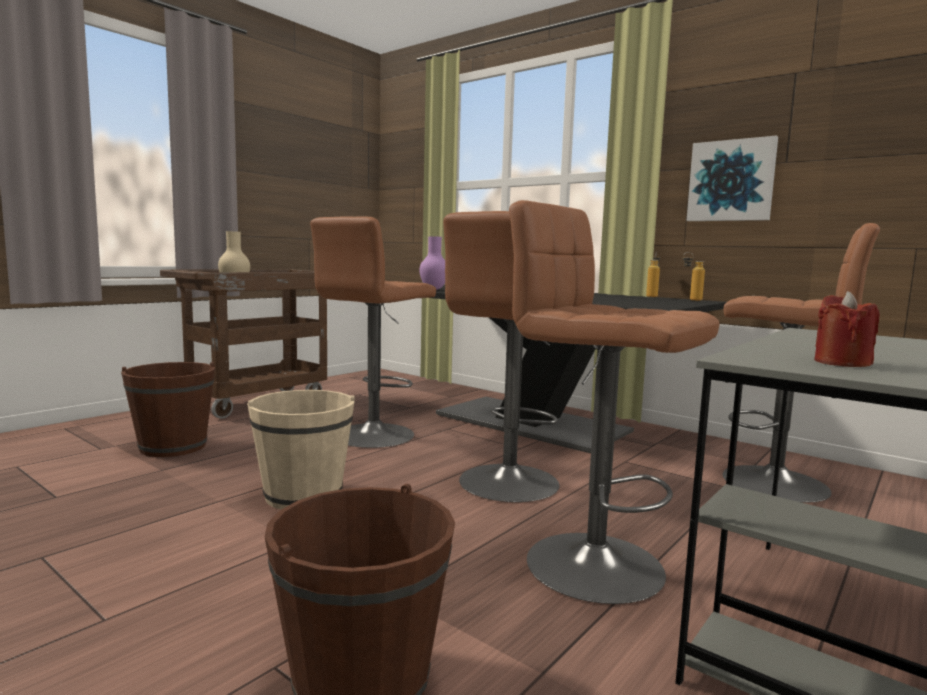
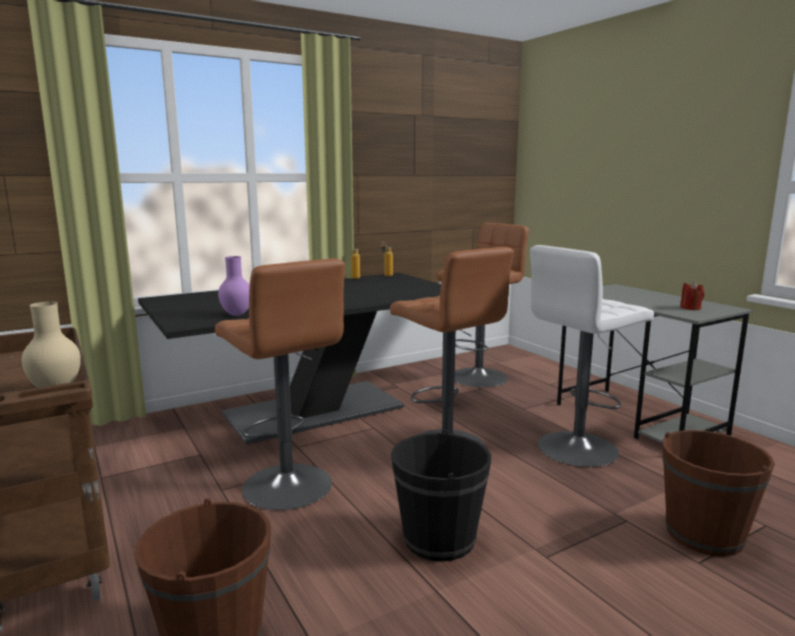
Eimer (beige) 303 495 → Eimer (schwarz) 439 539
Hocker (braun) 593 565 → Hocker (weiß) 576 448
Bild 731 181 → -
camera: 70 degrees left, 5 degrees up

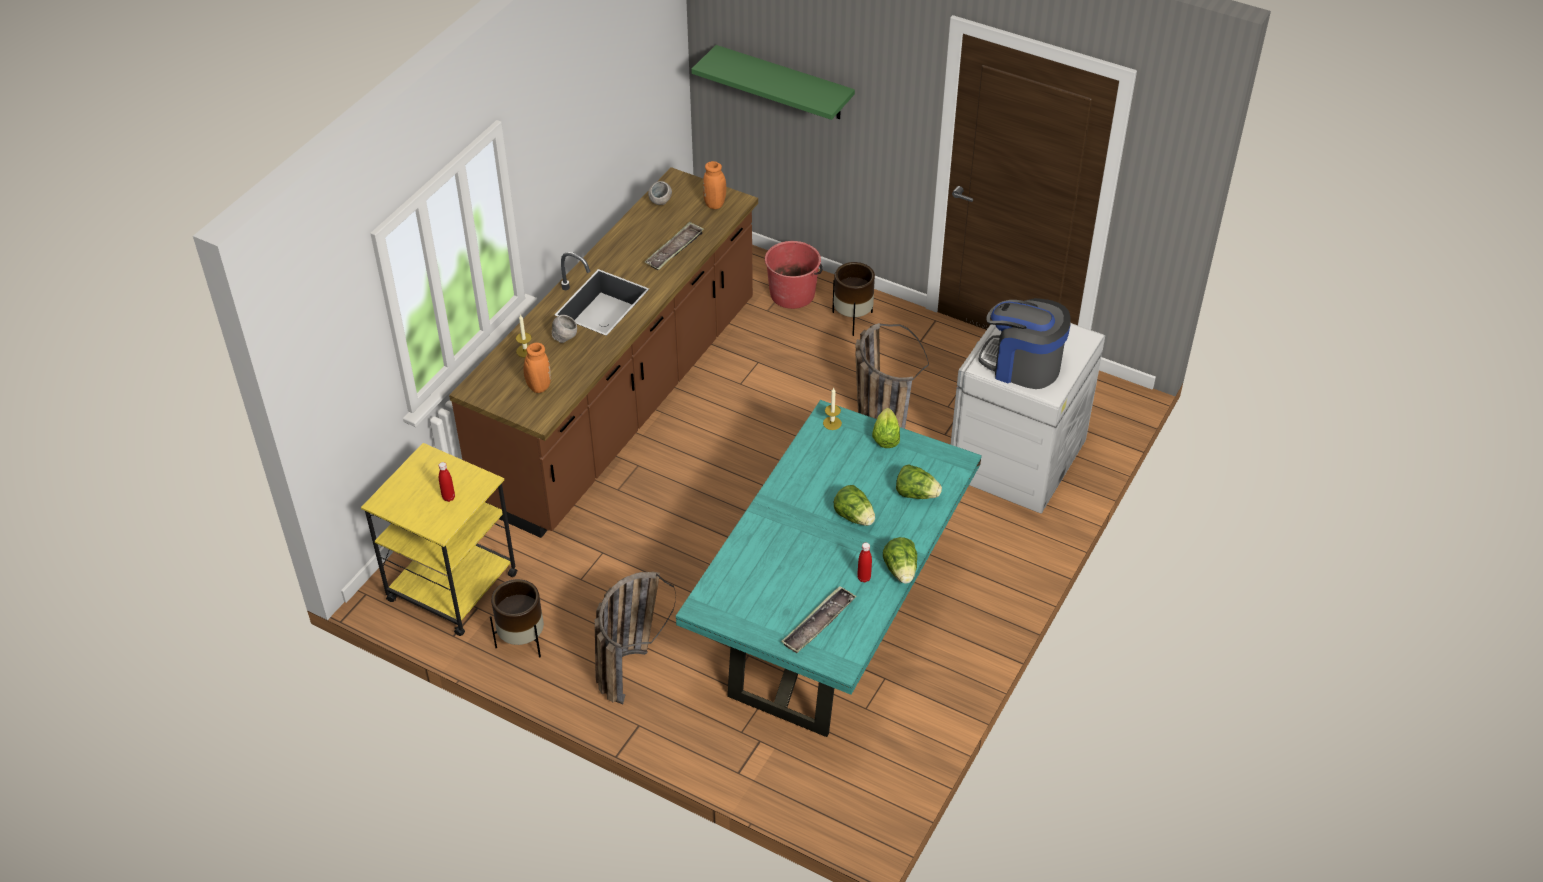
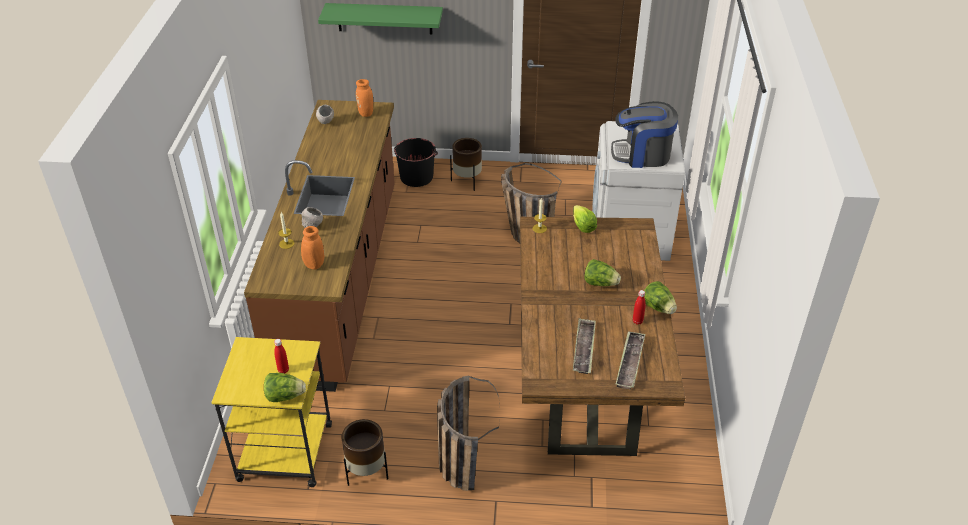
Tablett 675 250 → Tablett 584 349, move
Esstisch (türkis) 831 626 → Esstisch (braun) 586 379
Eimer (rot) 793 294 → Eimer (schwarz) 416 177
Salatkopf 916 494 → Salatkopf 285 396, move
camera: 25 degrees left, 5 degrees down

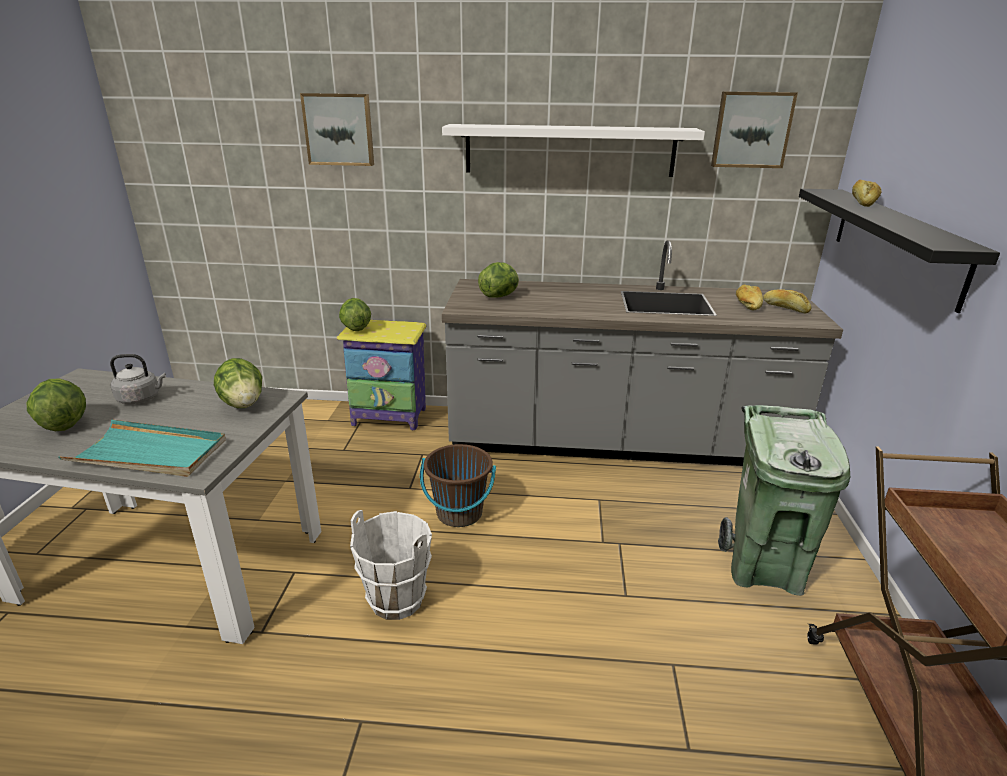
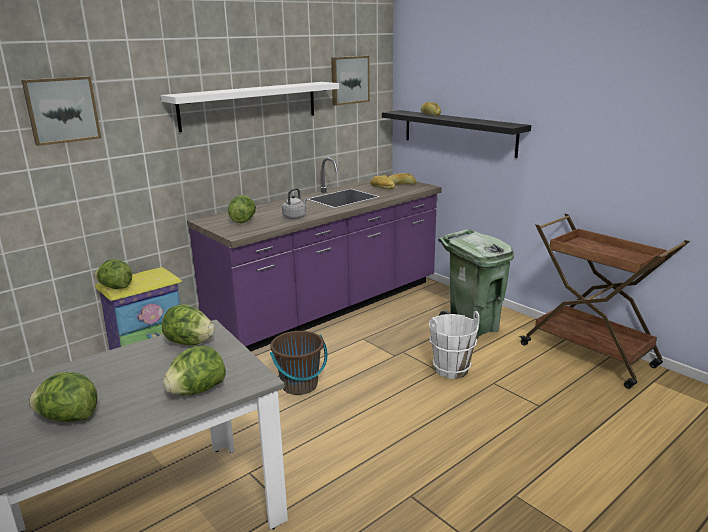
Tablett (türkis) 149 453 → Salatkopf 197 391
Wasserkessel (grau) 141 398 → Wasserkessel (grau) 295 217, move
Eimer (weiß) 397 599 → Eimer (weiß) 451 369, move
Küchenzeile (grau) 616 443 → Küchenzeile (lila) 328 308
camera: 45 degrees left, 5 degrees down

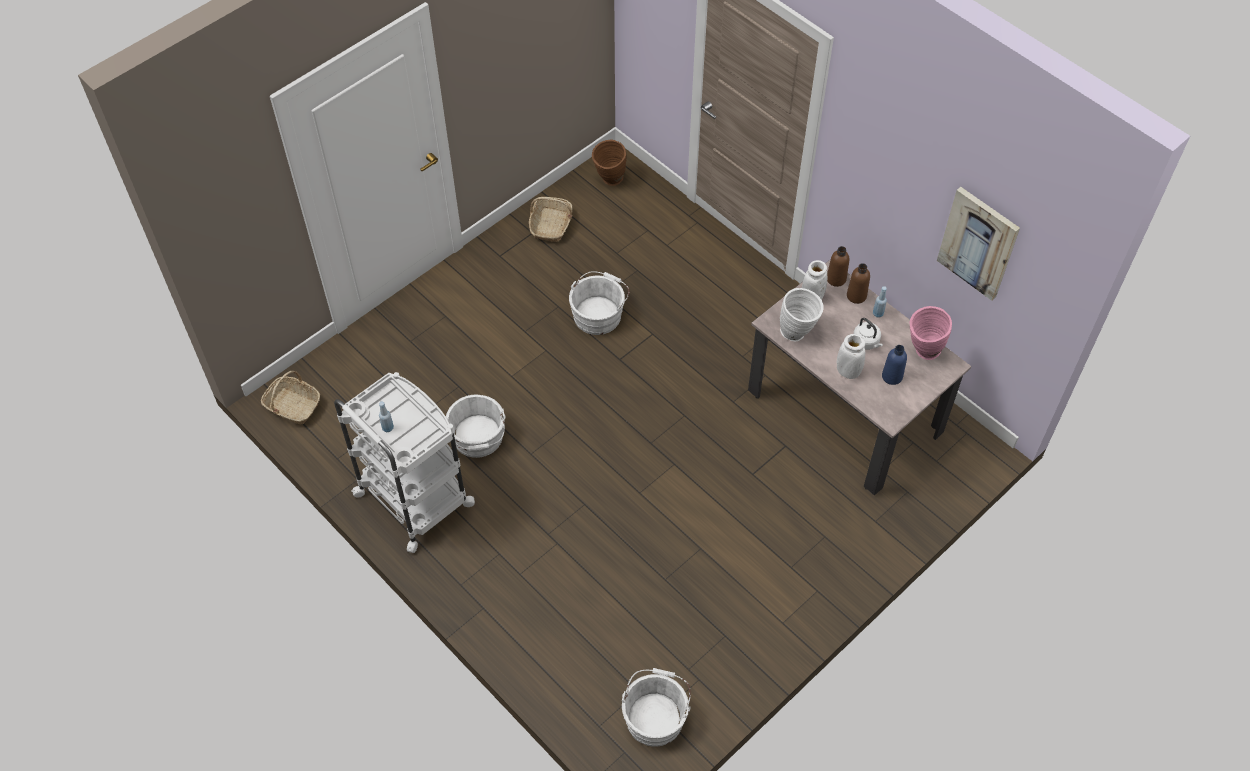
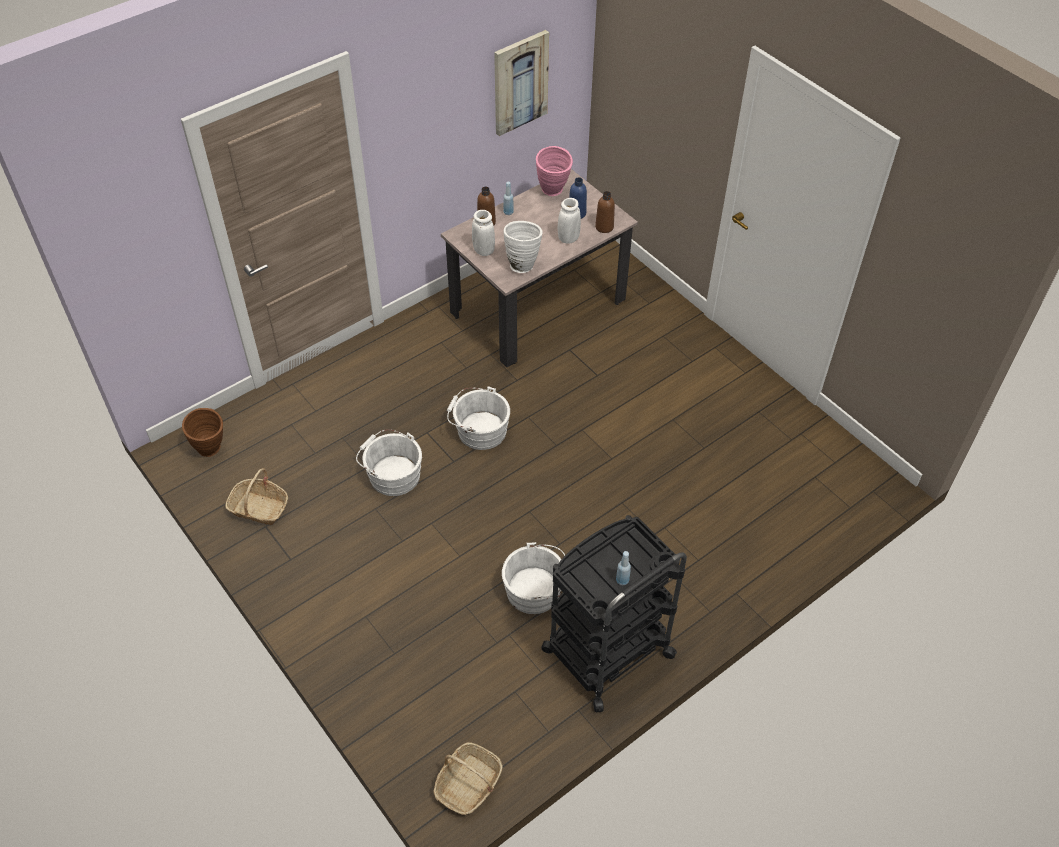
Rollwagen (weiß) 415 499 → Rollwagen (schwarz) 607 652
Eimer (weiß) 655 715 → Eimer (weiß) 479 430, move
Flasche (braun) 836 279 → Flasche (braun) 604 227, move
Wasserkessel (weiß) 866 342 → -
camera: 85 degrees left, 5 degrees down

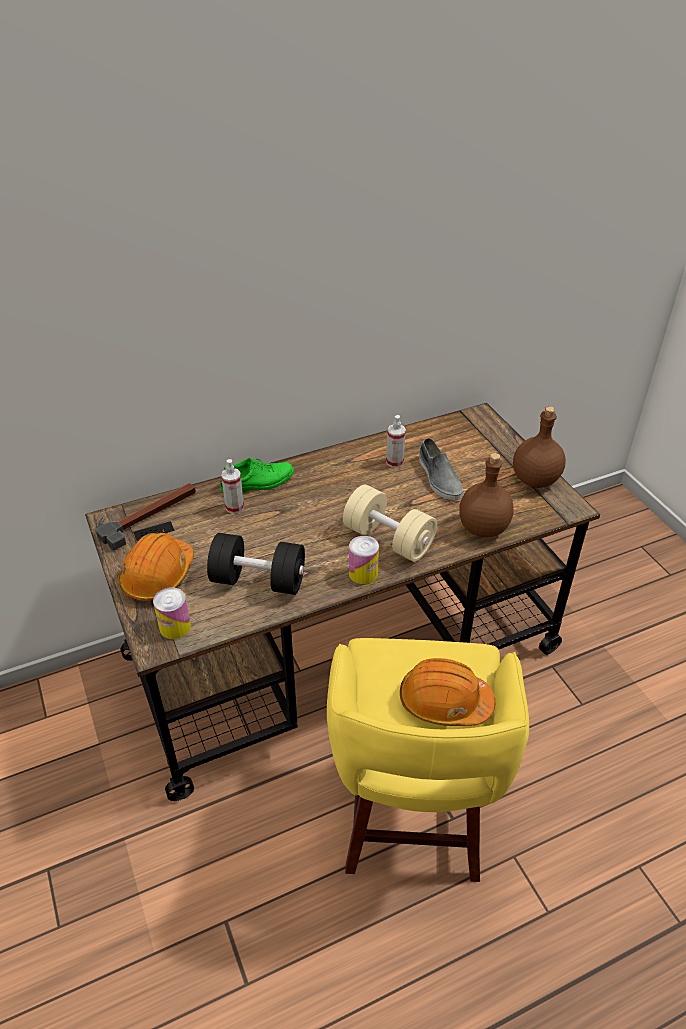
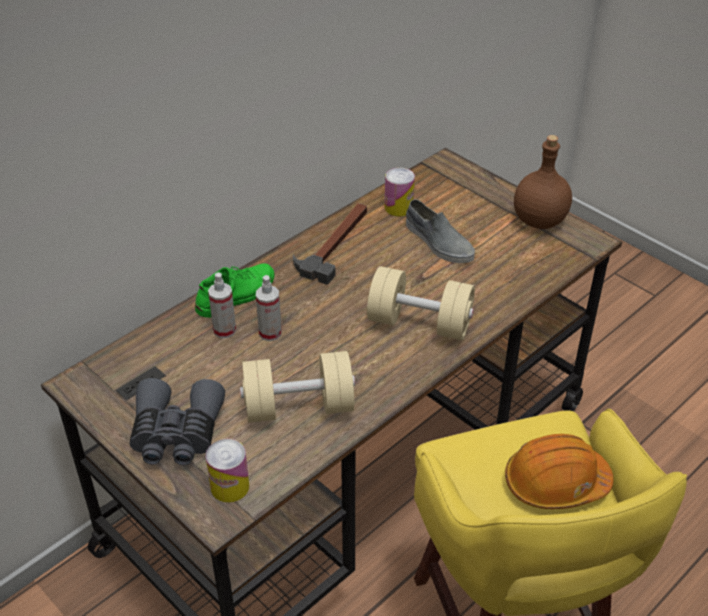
Hammer 148 515 → Hammer 335 244, move
Schutzhelm (orange) 158 576 → Fernglas (grau) 176 434
Hantel (schwarz) 258 580 → Hantel (beige) 298 407
Dose 363 573 → Dose 398 207, move
Sprühflasche 394 462 → Sprühflasche 270 333, move
Flasche (braun) 484 528 → -
camera: 20 degrees left, 0 degrees up

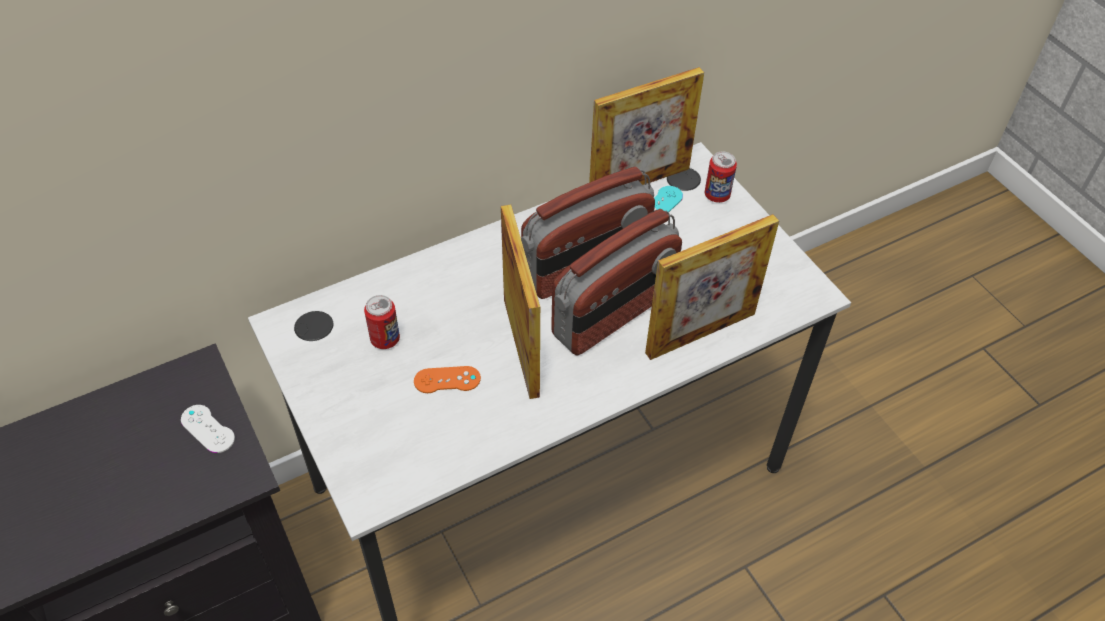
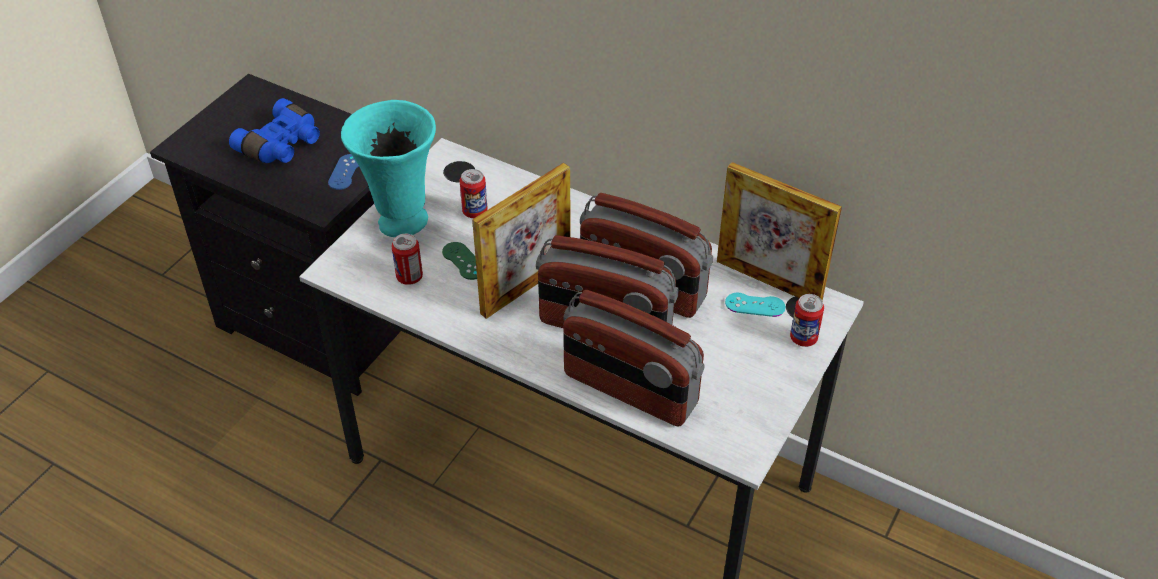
Gamepad (weiß) 207 429 → Gamepad (blau) 344 172
Gamepad (orange) 447 380 → Gamepad (grün) 463 261
Bilderrahmen 700 333 → Radio 629 390
- → Fernglas (blau) 282 145
- → Vase (türkis) 401 222
- → Dose 409 277
camera: 60 degrees right, 5 degrees down

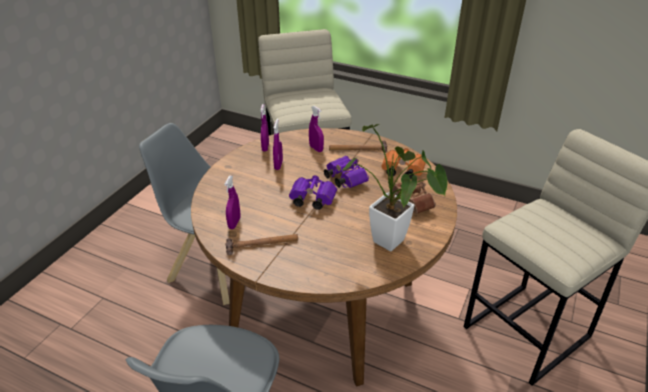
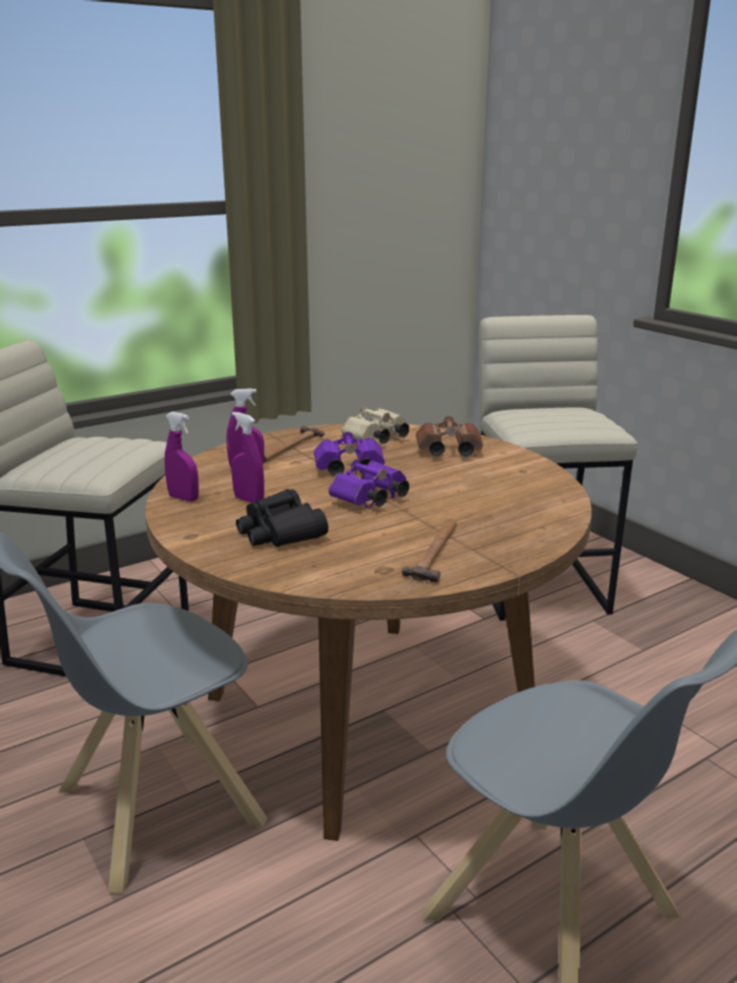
Sprühflasche (lila) 234 223 → -
Topfpflanze 394 245 → -
Fernglas (orange) 401 171 → Fernglas (beige) 376 439
- → Fernglas (schwarz) 280 532
camera: 60 degrees left, 15 degrees down

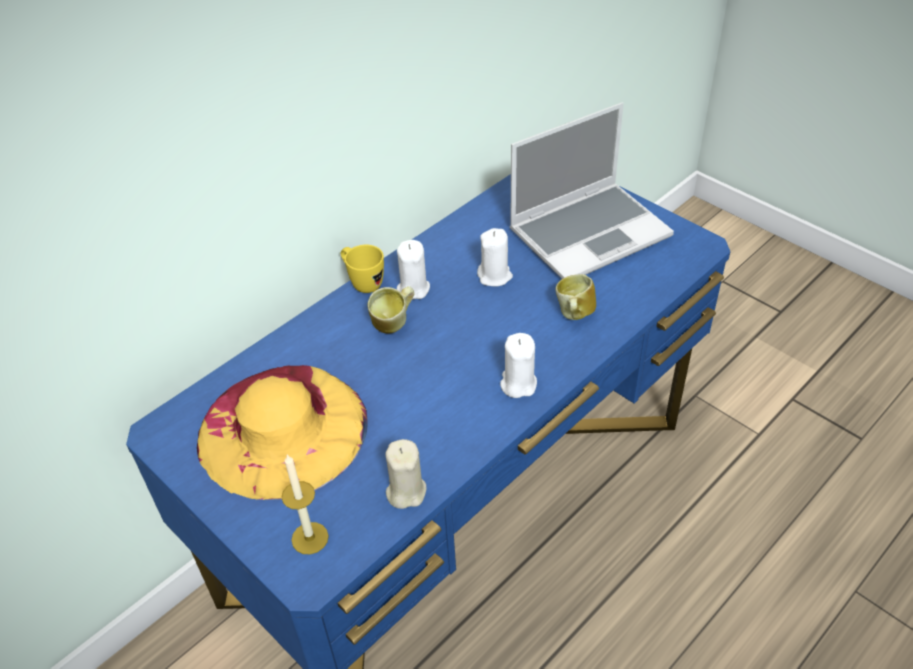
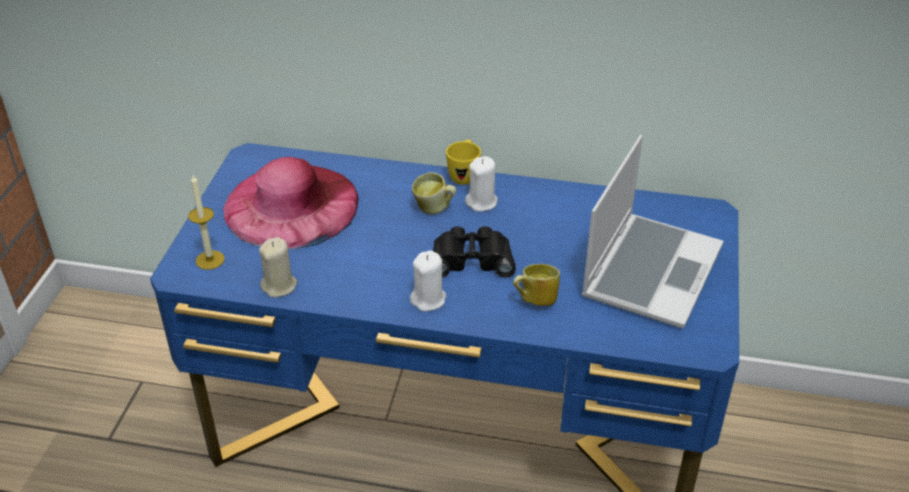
Hut (gelb) 282 429 → Hut (rosa) 291 205
Kerze (weiß) 495 276 → -
Laptop 590 232 → Laptop 651 270, 90 degrees counterclockwise
- → Fernglas (schwarz) 471 258
camera: 55 degrees right, 5 degrees down

